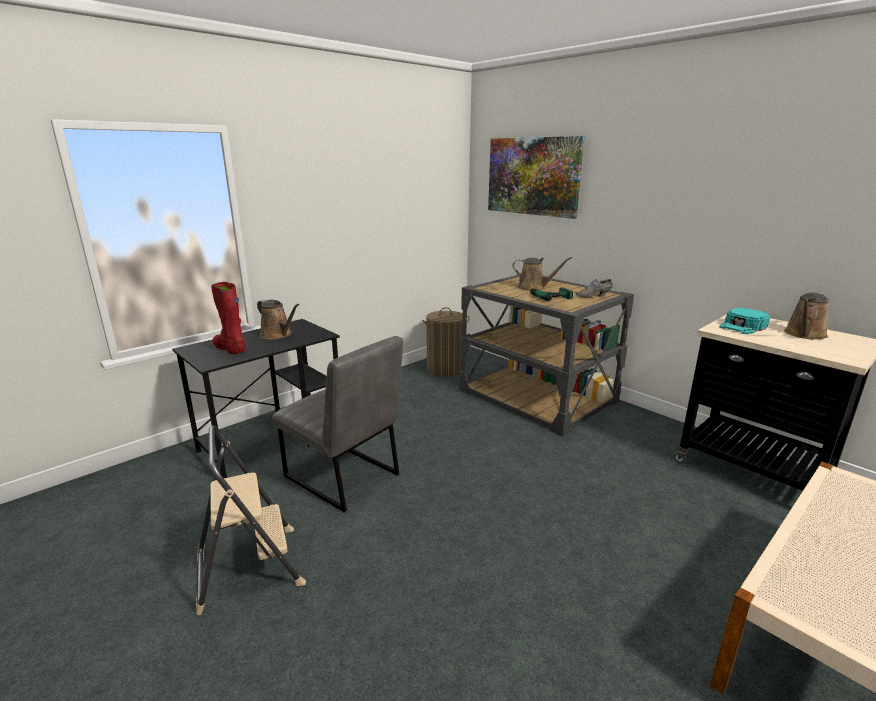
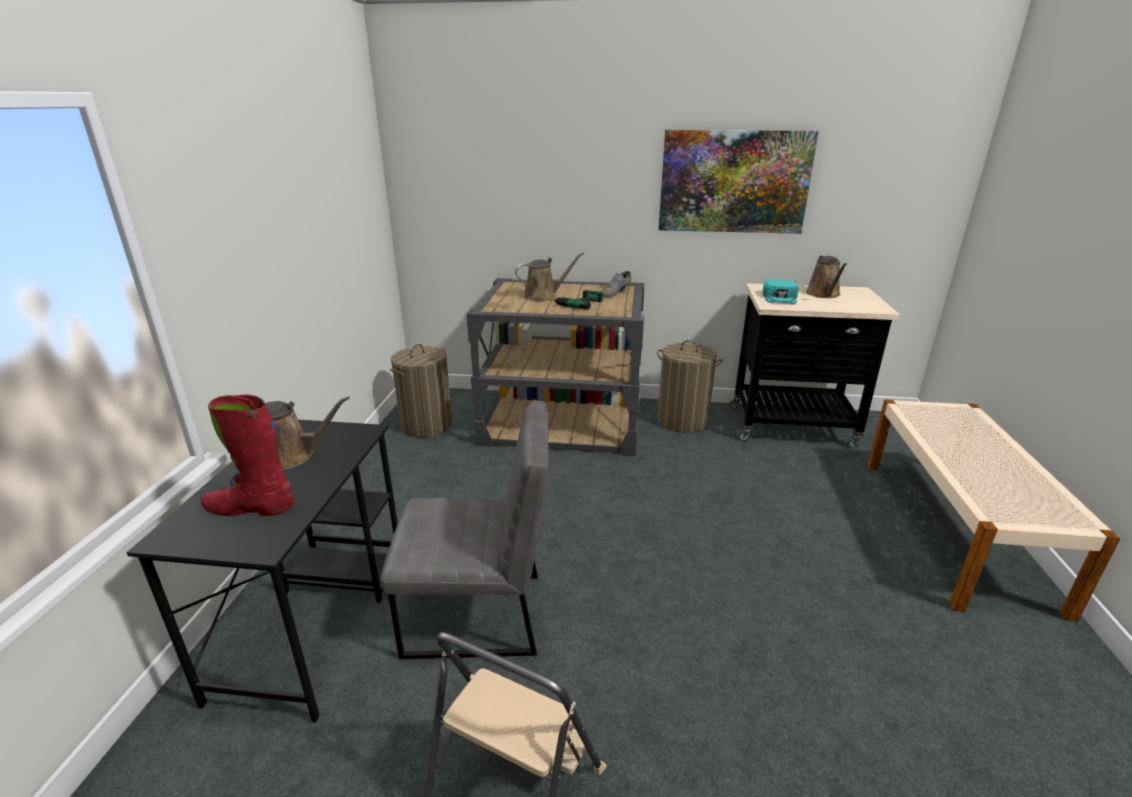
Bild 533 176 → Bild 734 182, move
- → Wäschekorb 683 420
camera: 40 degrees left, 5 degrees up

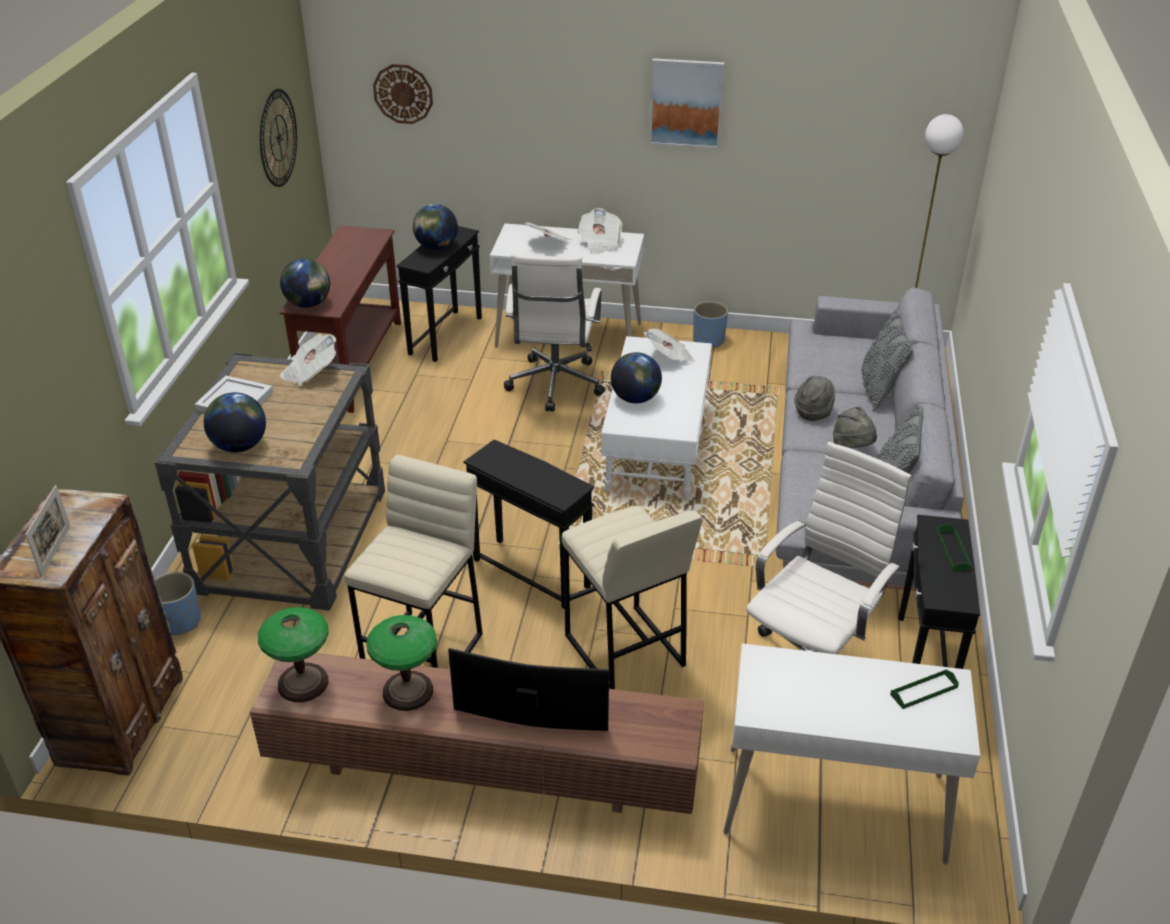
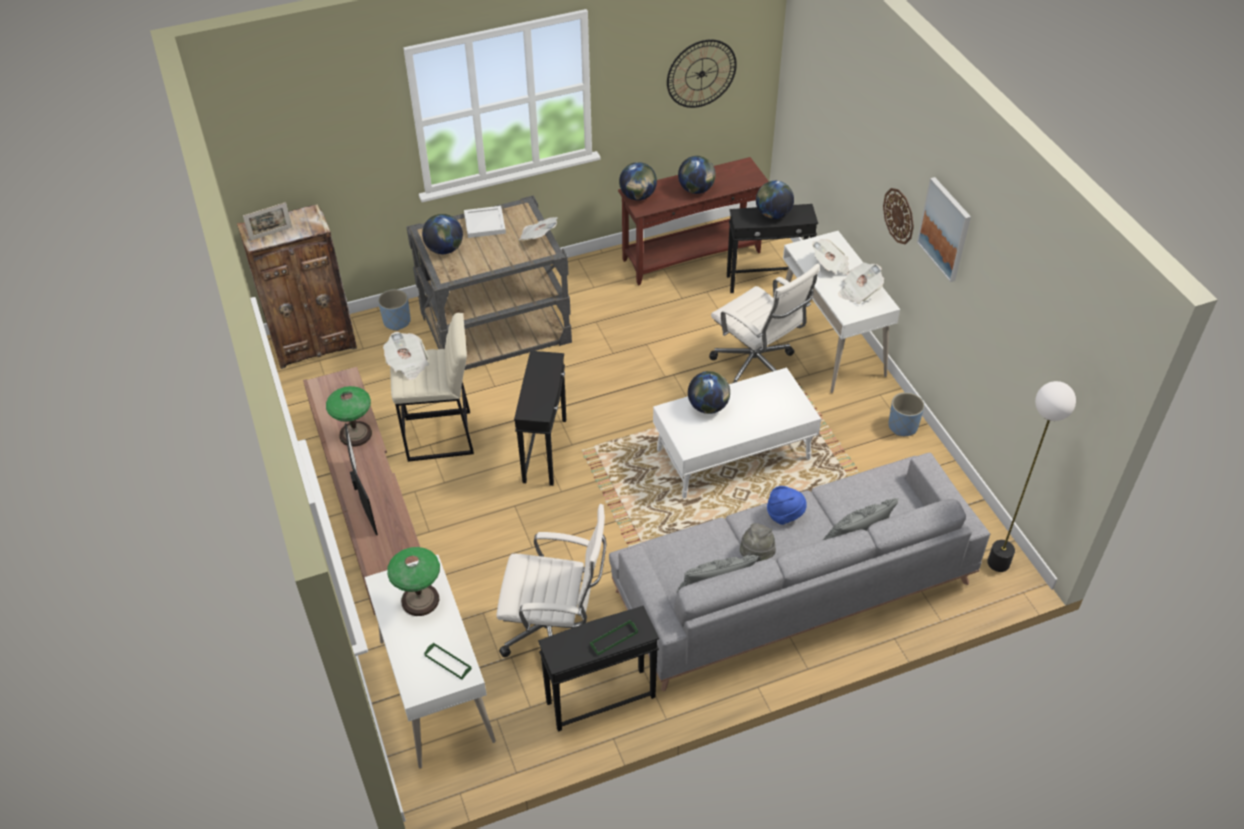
Tischlampe 302 683 → Tischlampe 420 599, move
Wanduhr 403 93 → Wanduhr 899 215, move
Bürostuhl (weiß) 554 386 → Bürostuhl (weiß) 756 367, 105 degrees counterclockwise
Hocker (beige) 626 652 → -
Zeitung 669 358 → Zeitung 407 364, move
Hut (grau) 813 412 → Hut (blau) 784 515
- → Globus 696 189
camera: 60 degrees right, 10 degrees up

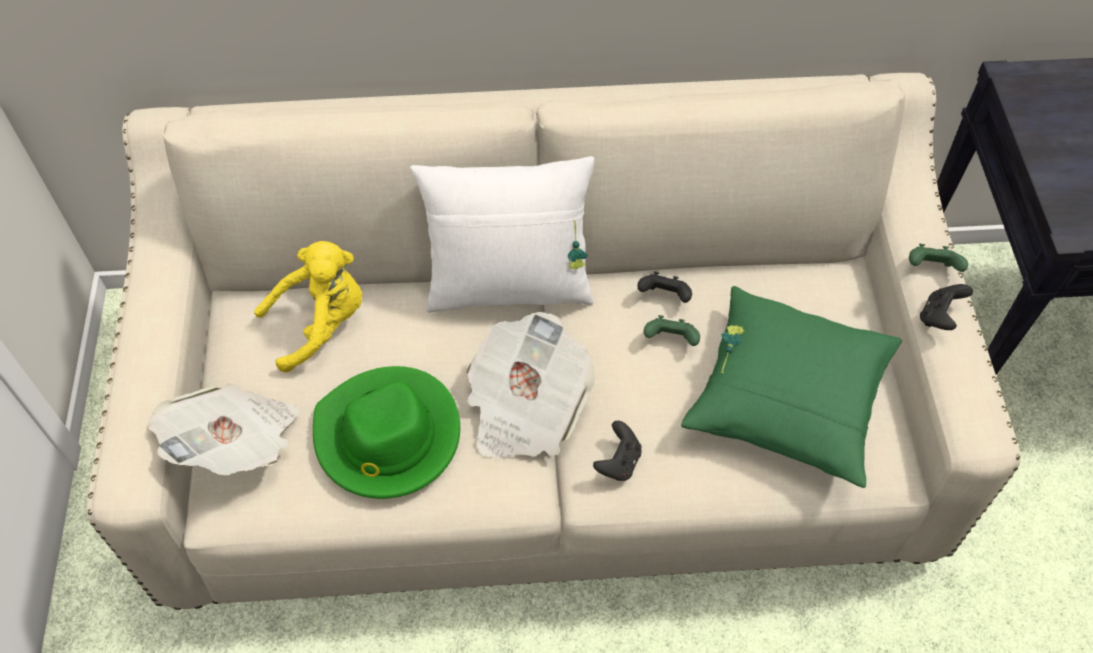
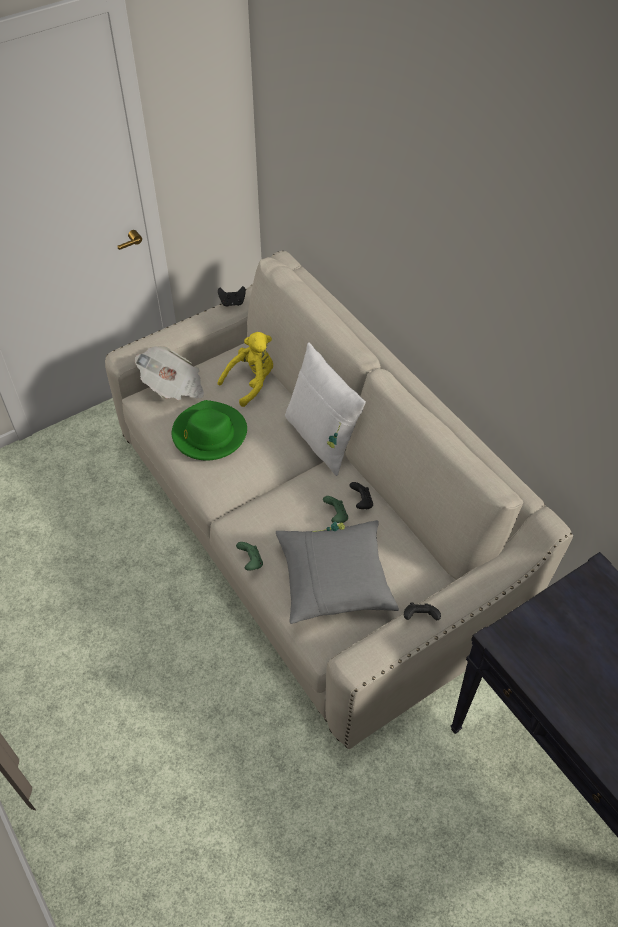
Plüschtier (gelb) 321 323 → Plüschtier (gelb) 251 382, 75 degrees counterclockwise
Zeitung 525 407 → -
Gamepad (schwarz) 618 462 → Gamepad (schwarz) 232 303, move
Kissen (grün) 788 399 → Kissen (grau) 335 581
Gamepad (grün) 931 268 → Gamepad (grün) 251 562, move
camera: 60 degrees right, 5 degrees down

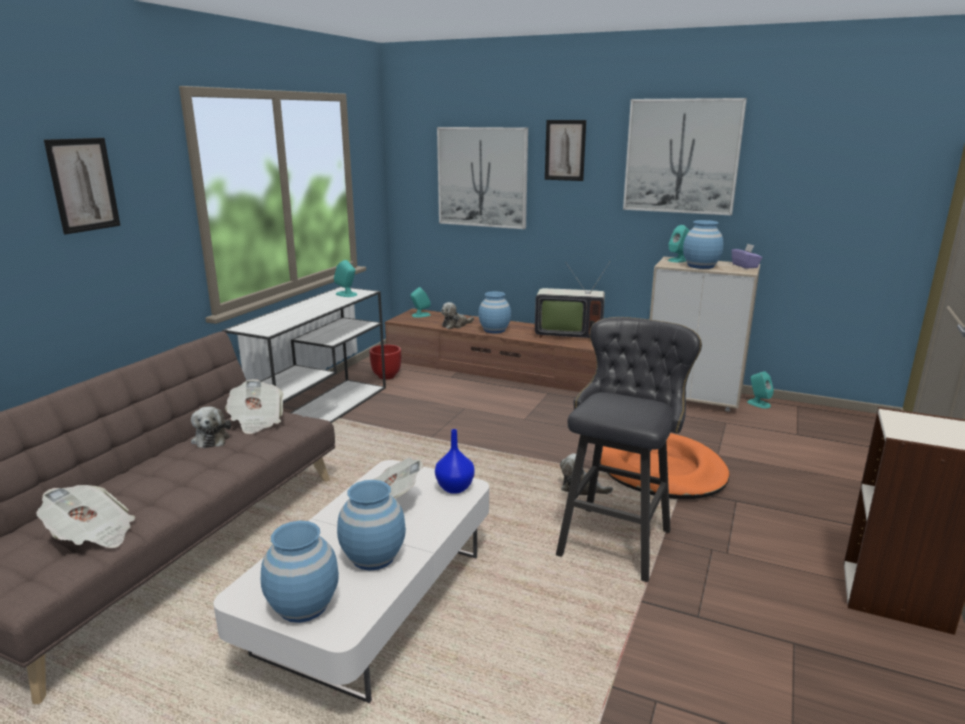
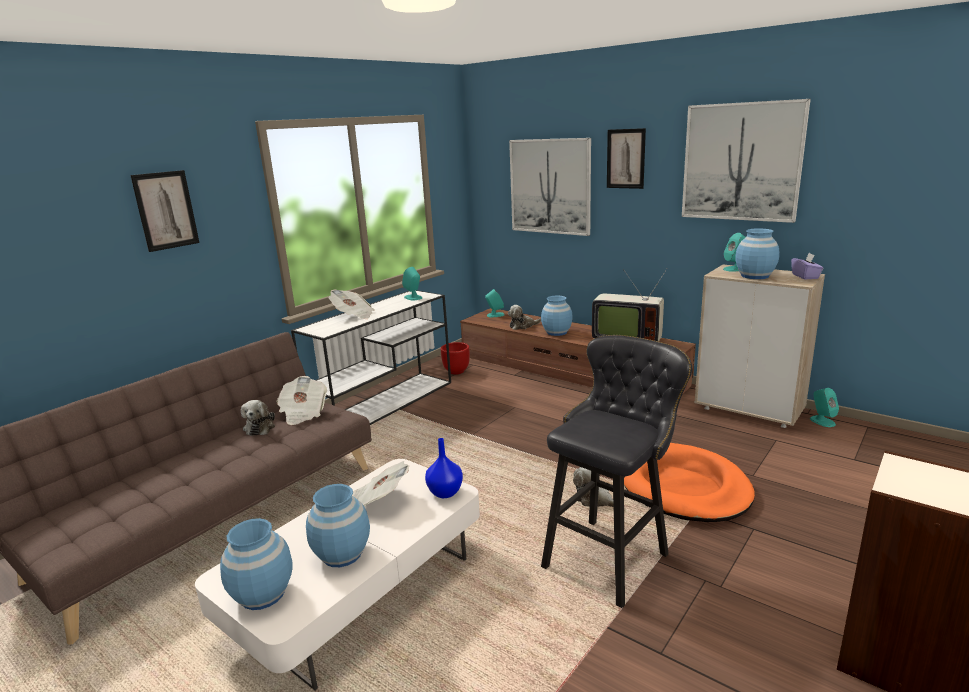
Zeitung 92 535 → Zeitung 353 315, move
camera: 15 degrees right, 0 degrees up

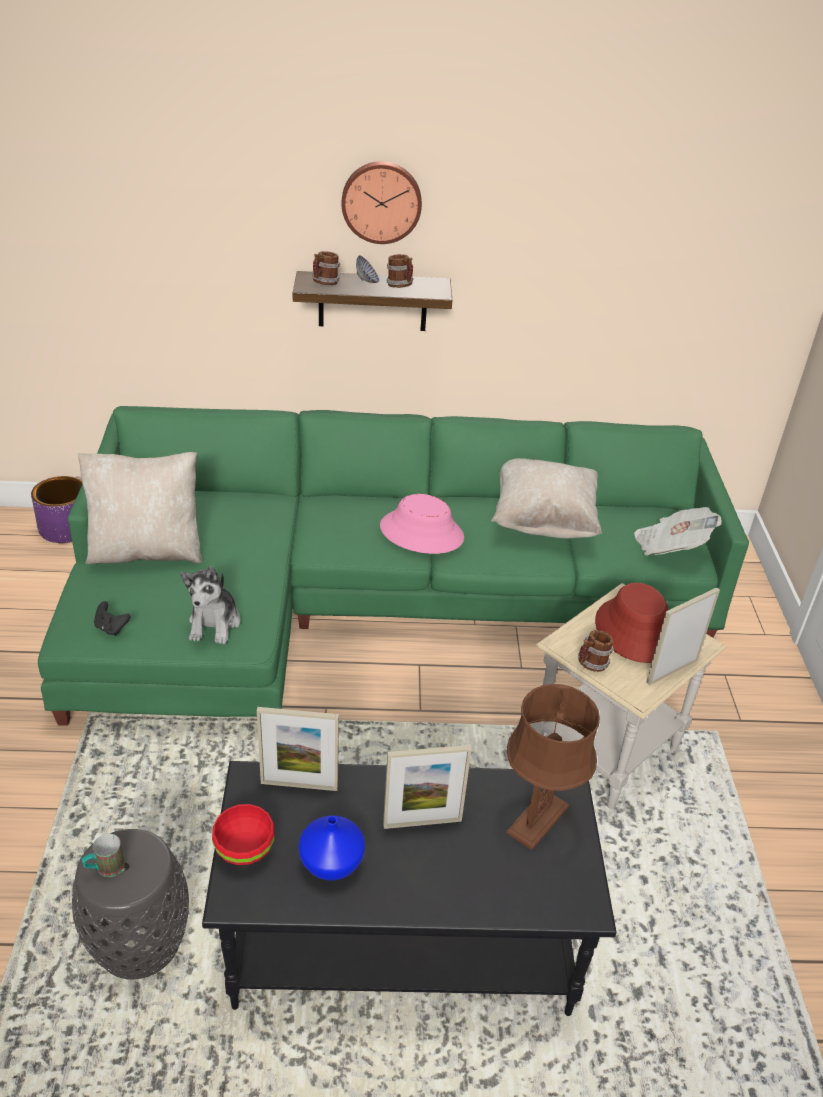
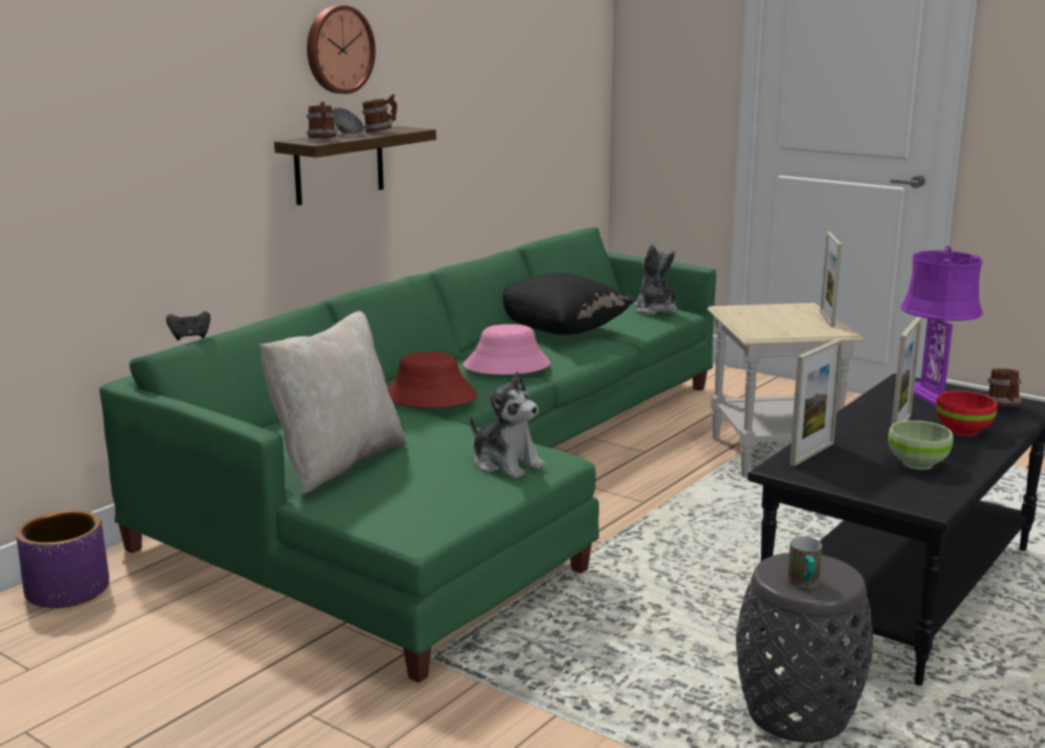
Gamepad (schwarz) 111 628 → Gamepad (schwarz) 190 337, move
Schüssel (rot) 245 849 → Schüssel (rot) 962 430, move
Vase (blau) 332 863 → Schüssel (grün) 918 463
Kissen (beige) 543 520 → Kissen (schwarz) 559 331
Tischlampe (braun) 537 820 → Tischlampe (lila) 932 396
Henkelbecher 591 664 → Henkelbecher 1003 407, move
Hut (rot) 635 631 → Hut (rot) 429 396, move
Zeitung 670 547 → Plüschtier 655 310
camera: 50 degrees left, 20 degrees down

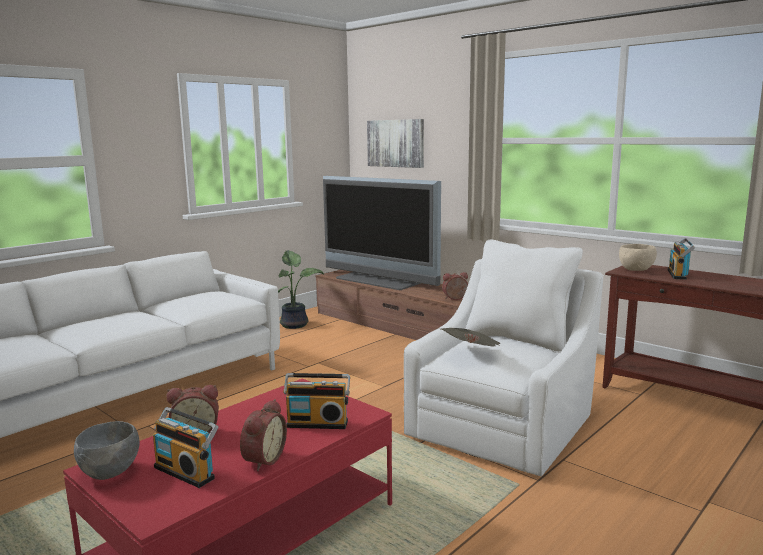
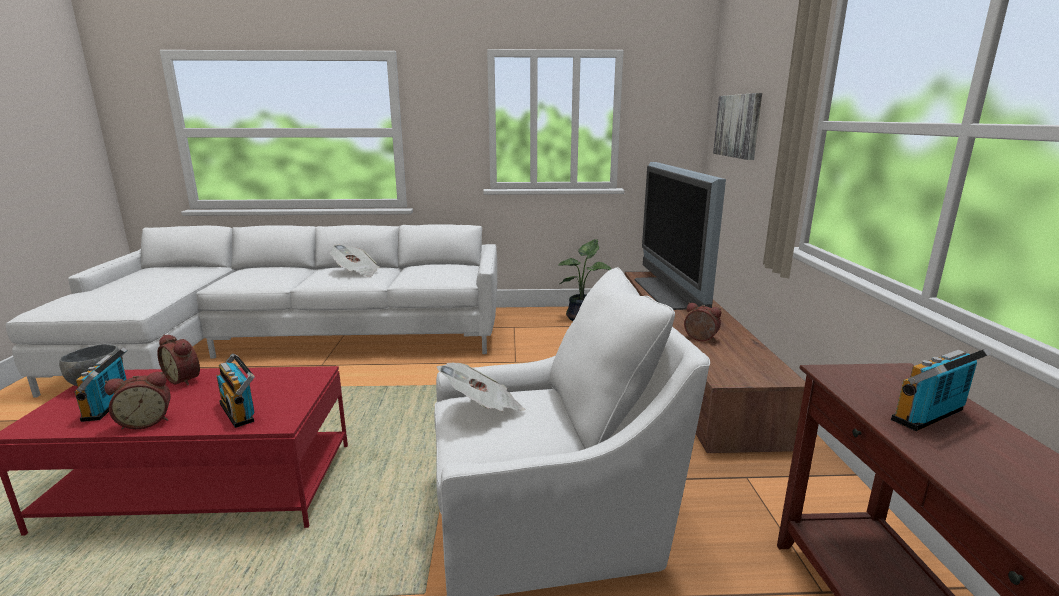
Schüssel (beige) 636 270 → -
- → Zeitung 356 272
camera: 45 degrees right, 5 degrees up

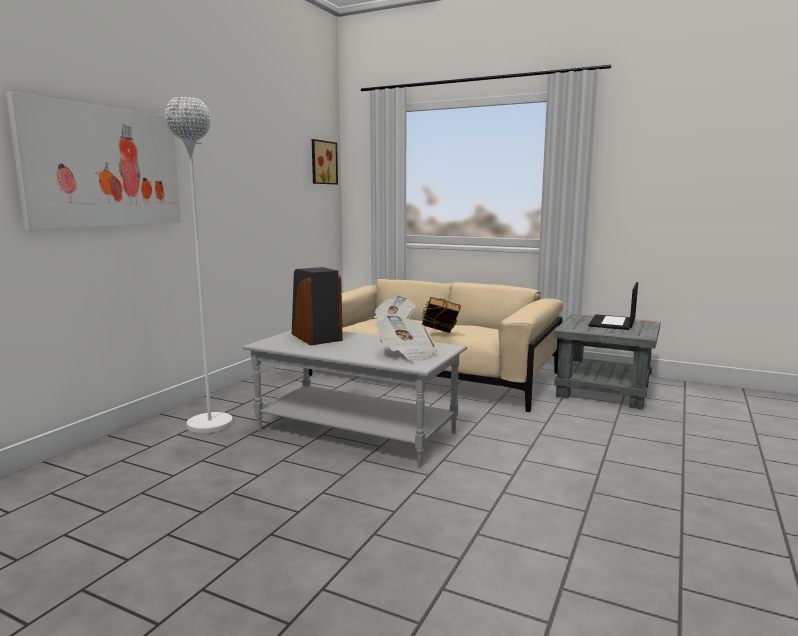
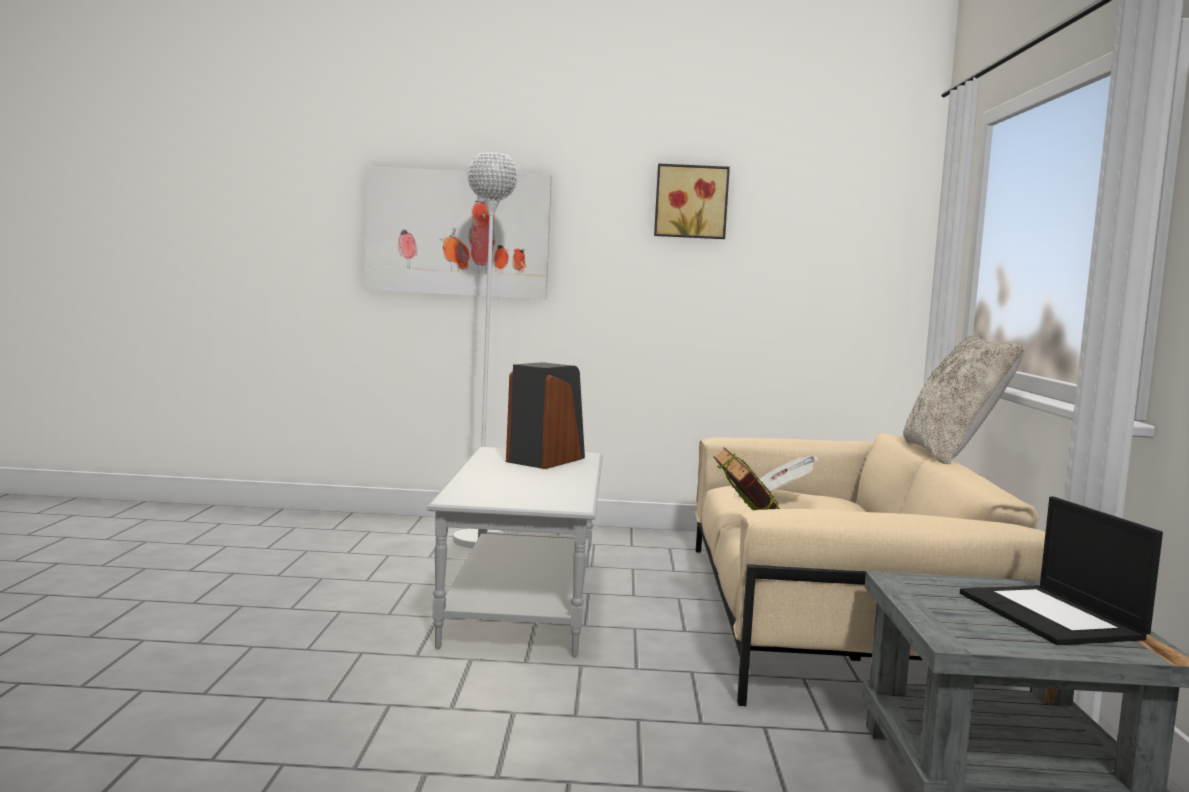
Bild 322 162 → Bild 691 202, move
Zeitung 406 354 → -
Laptop 613 323 → Laptop 1052 616, 105 degrees counterclockwise
- → Kissen (beige) 952 454
camera: 65 degrees right, 5 degrees down

